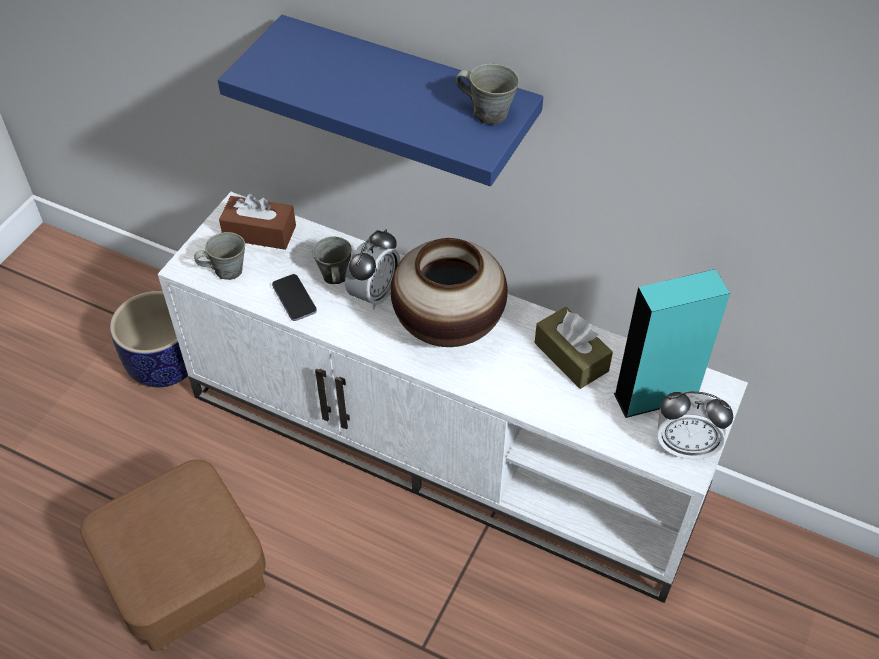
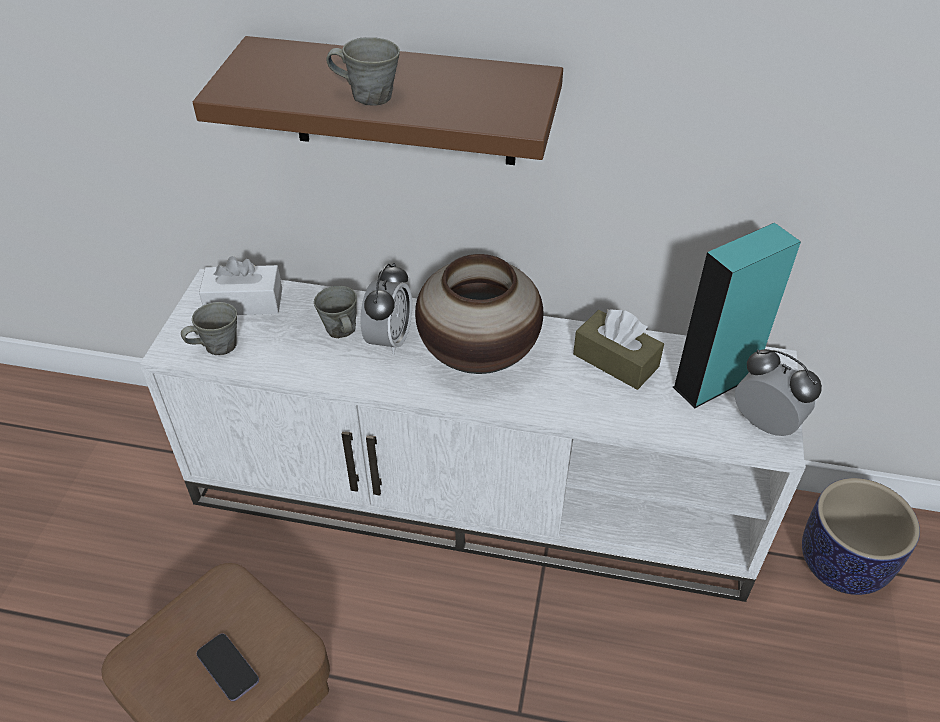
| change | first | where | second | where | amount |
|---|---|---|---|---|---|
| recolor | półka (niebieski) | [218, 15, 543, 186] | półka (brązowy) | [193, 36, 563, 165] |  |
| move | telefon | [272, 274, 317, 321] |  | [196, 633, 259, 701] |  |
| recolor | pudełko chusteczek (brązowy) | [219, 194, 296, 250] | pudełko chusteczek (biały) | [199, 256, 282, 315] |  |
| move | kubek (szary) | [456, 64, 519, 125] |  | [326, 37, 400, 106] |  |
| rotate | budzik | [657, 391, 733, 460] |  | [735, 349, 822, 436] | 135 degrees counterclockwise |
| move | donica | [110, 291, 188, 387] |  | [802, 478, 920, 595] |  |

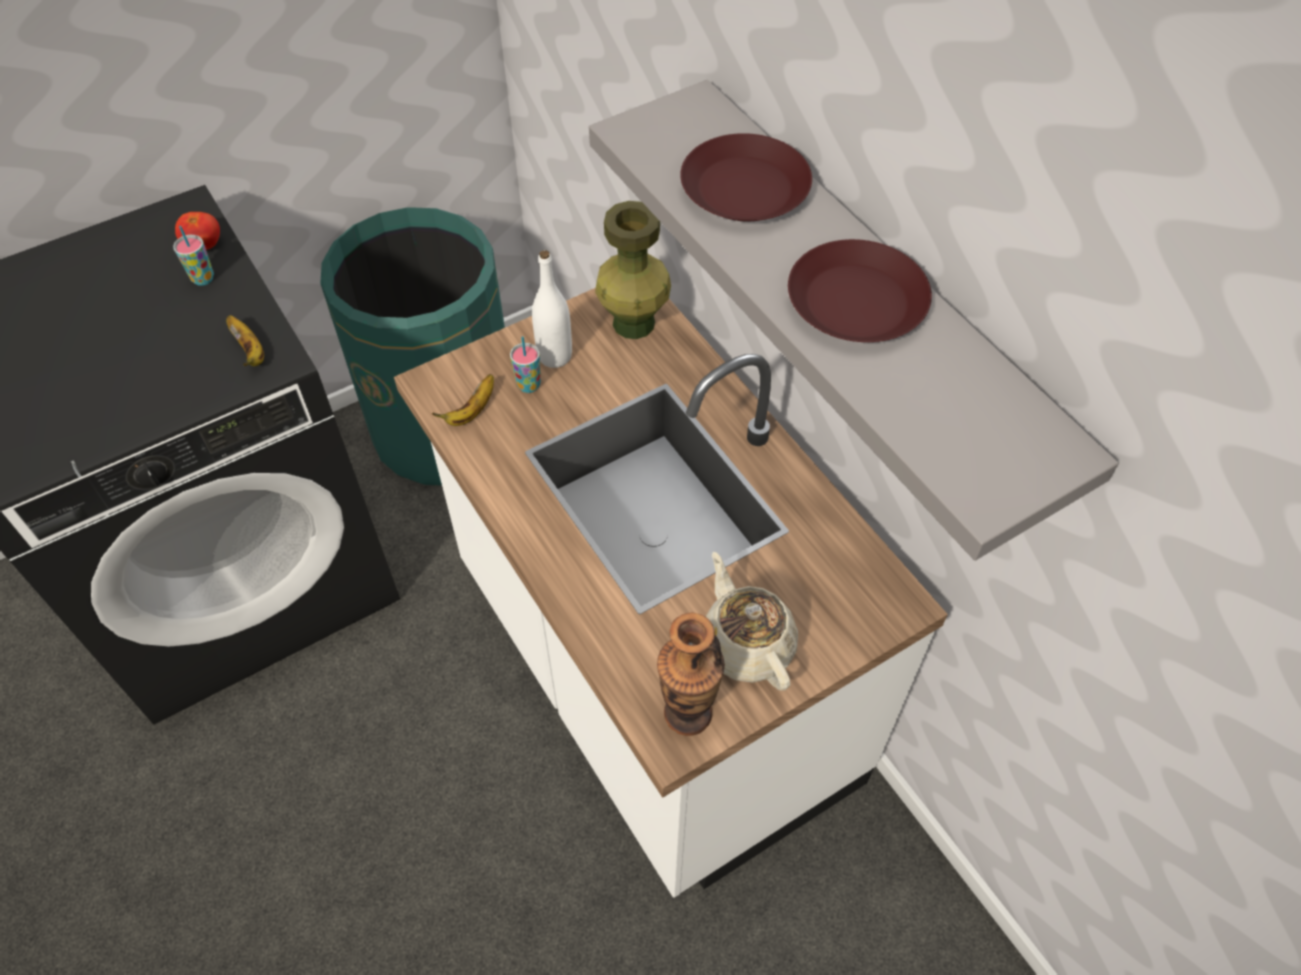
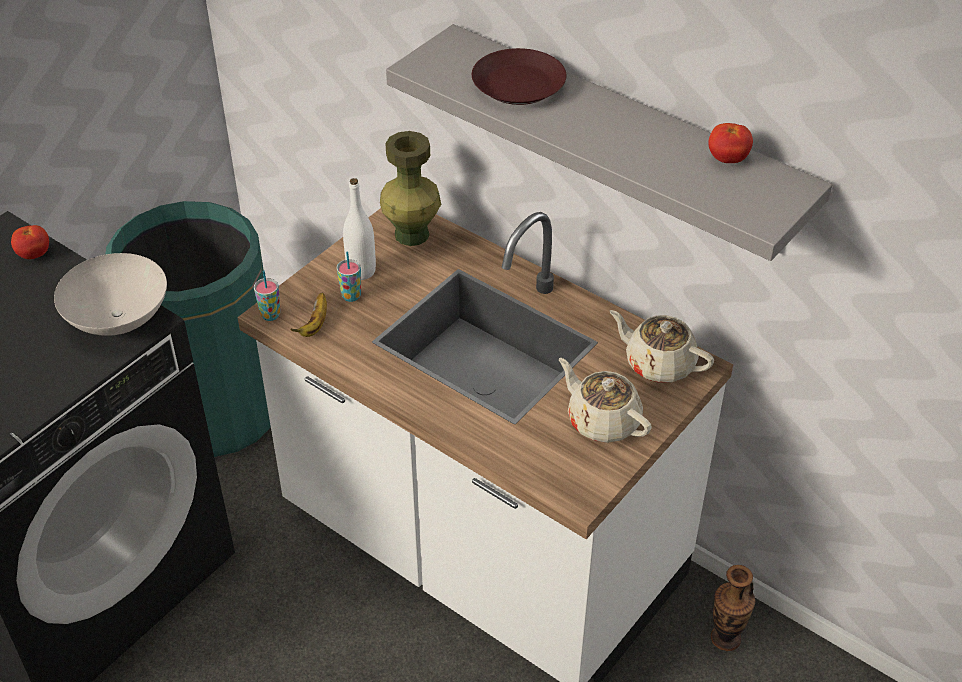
| change | first | where | second | where | amount |
|---|---|---|---|---|---|
| replace | banan | [226, 315, 264, 366] | miska (biały) | [54, 253, 167, 336] |  |
| move | filiżanka | [173, 226, 214, 286] |  | [254, 271, 280, 321] |  |
| insert |  |  | imbryk (beżowy) | [610, 310, 714, 383] |  |
| insert |  |  | pomidor | [709, 123, 753, 163] |  |
| move | wazon | [657, 612, 725, 736] |  | [711, 565, 755, 651] |  |
| delete | talerz (brązowy) | [788, 239, 932, 342] |  |  |  |

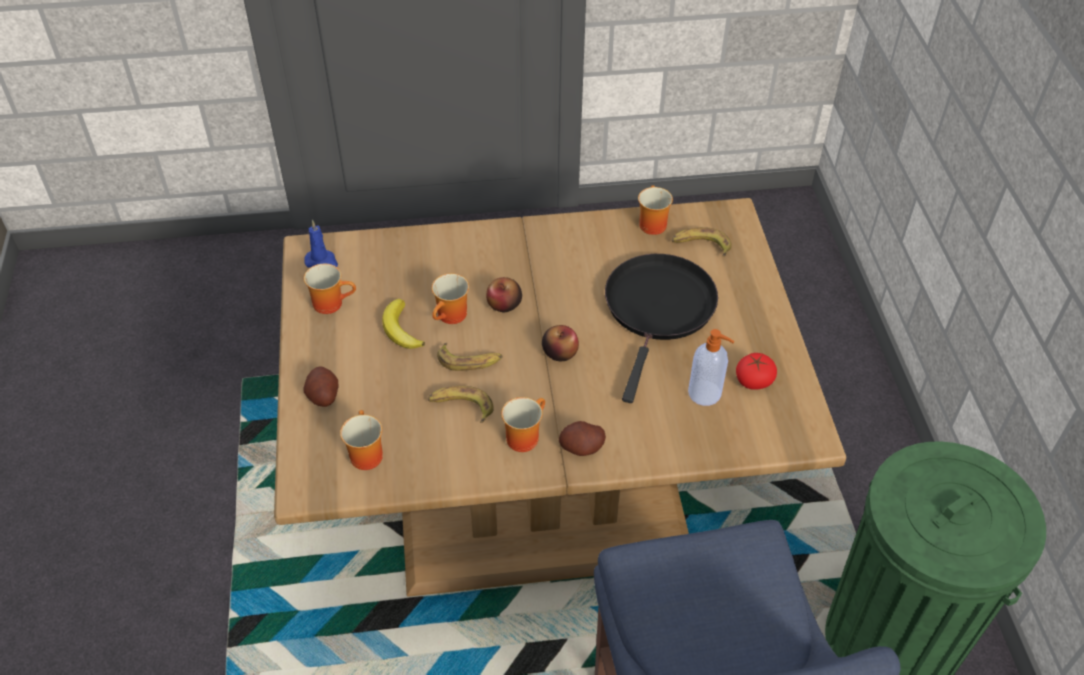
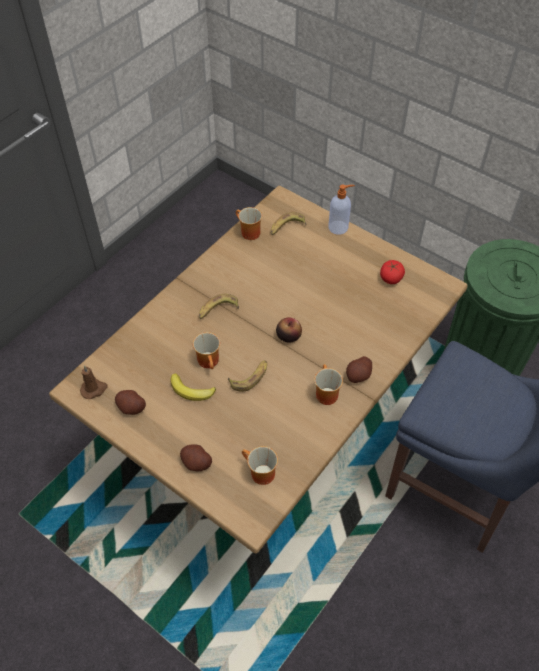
| change | first | where | second | where | amount |
|---|---|---|---|---|---|
| recolor | świeca (niebieski) | [304, 220, 338, 268] | świeca (brązowy) | [80, 365, 108, 399] |  |
| replace | kubek | [304, 264, 356, 314] | ziemniak | [115, 390, 146, 415] |  |
| move | banan | [428, 386, 494, 423] |  | [199, 294, 239, 319] |  |
| move | dozownik mydła | [688, 329, 735, 406] |  | [328, 185, 355, 235] |  |
| delete | jabłko | [486, 277, 522, 312] |  |  |  |
| delete | patelnia (czarny) | [605, 254, 718, 403] |  |  |  |

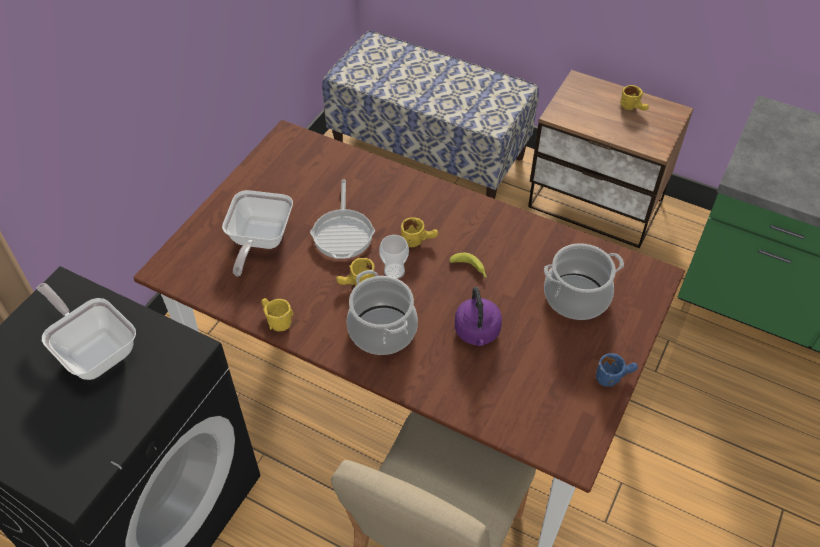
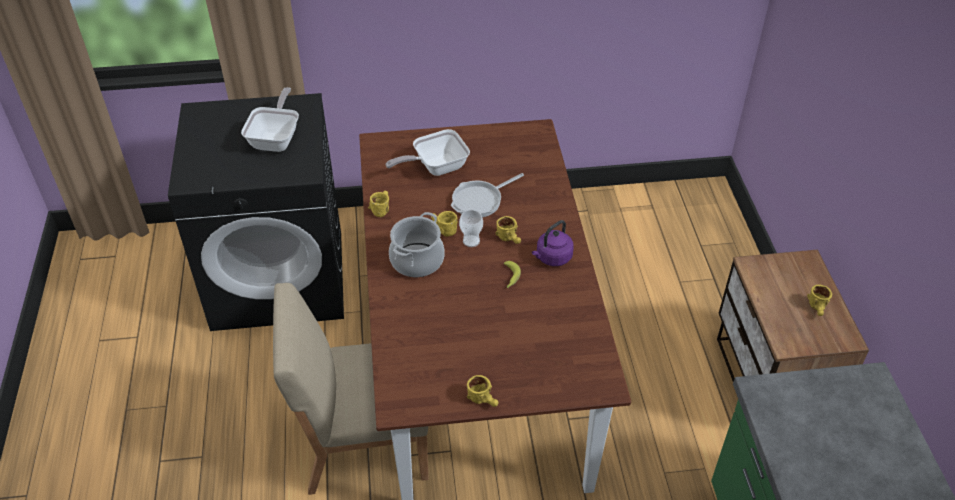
| change | first | where | second | where | amount |
|---|---|---|---|---|---|
| recolor | kubek (niebieski) | [596, 353, 638, 387] | kubek (żółty) | [467, 375, 499, 407] |  |
| move | czajnik (fioletowy) | [455, 287, 502, 346] |  | [532, 220, 574, 266] |  |
| delete | ławka | [322, 31, 539, 199] |  |  |  |
| delete | garnek | [544, 243, 624, 320] |  |  |  |

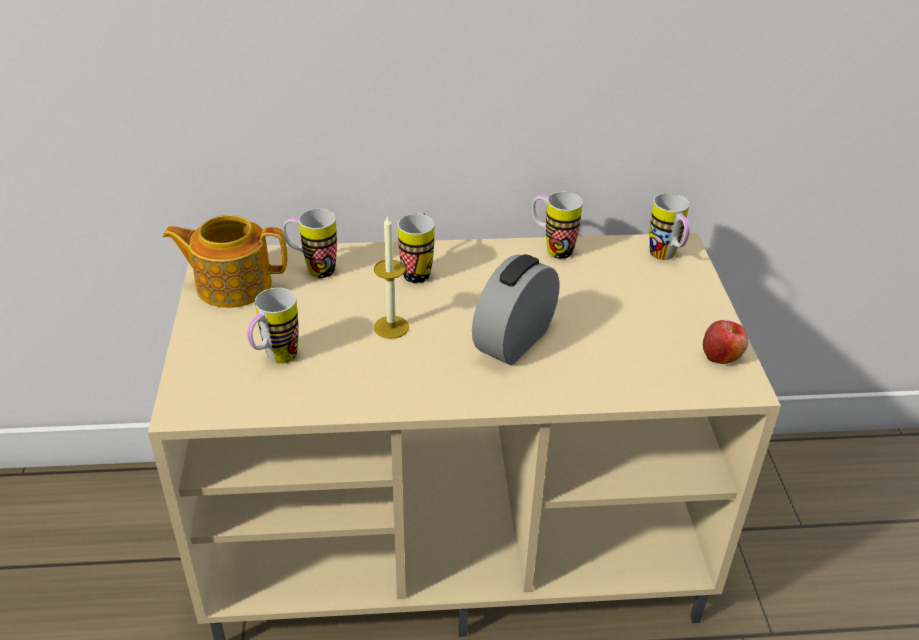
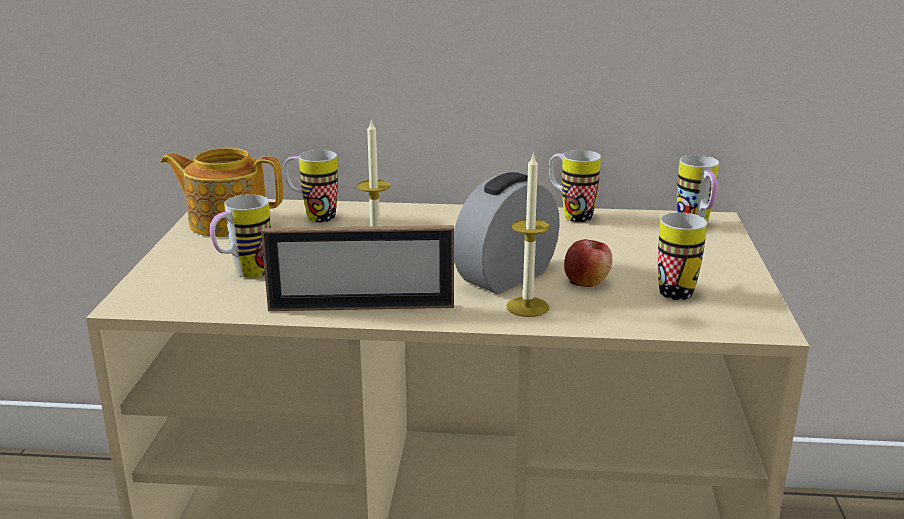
| change | first | where | second | where | amount |
|---|---|---|---|---|---|
| insert |  |  | ramka na zdjęcie | [261, 225, 454, 311] |  |
| insert |  |  | świeca | [506, 152, 550, 317] |  |
| move | jabłko | [703, 320, 749, 364] |  | [564, 239, 612, 287] |  |
| move | kubek | [398, 212, 434, 283] |  | [658, 212, 707, 300] |  |

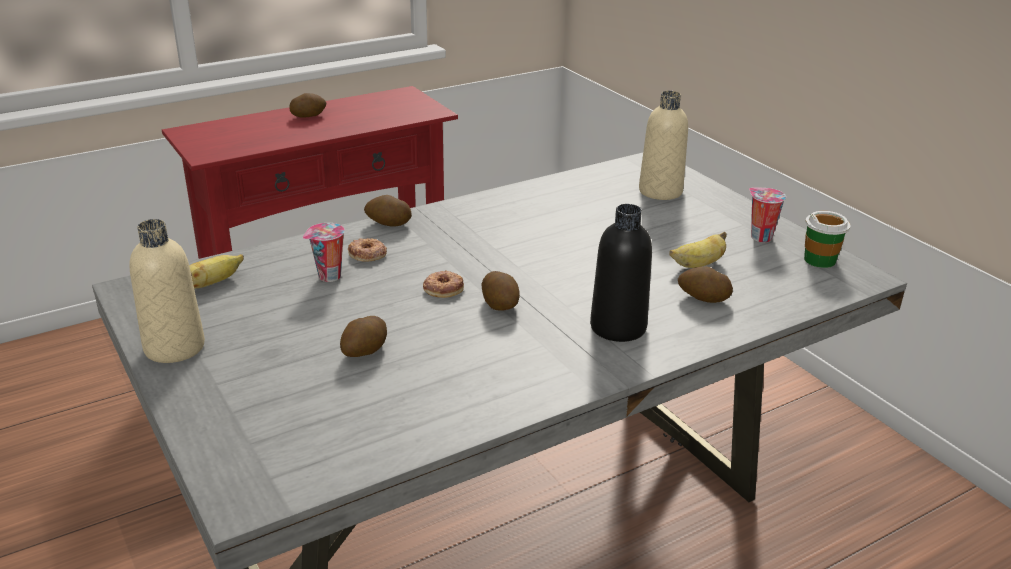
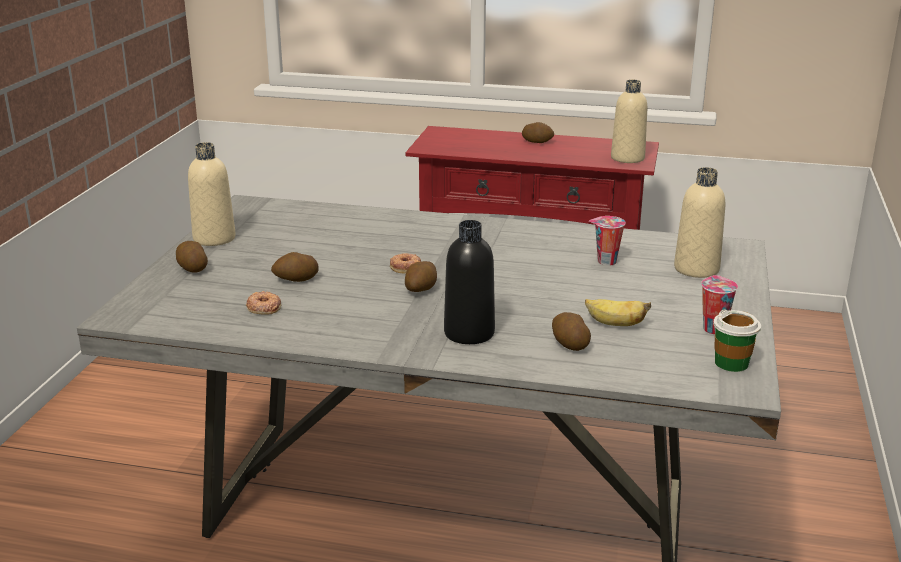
| change | first | where | second | where | amount |
|---|---|---|---|---|---|
| move | ziemniak | [364, 195, 412, 227] |  | [176, 241, 208, 273] |  |
| move | donut | [348, 238, 387, 262] |  | [246, 291, 281, 315] |  |
| move | filiżanka | [303, 223, 345, 282] |  | [589, 216, 626, 266] |  |
| insert |  |  | butelka (beżowy) | [611, 80, 647, 163] |  |
| delete | banan | [189, 254, 244, 289] |  |  |  |

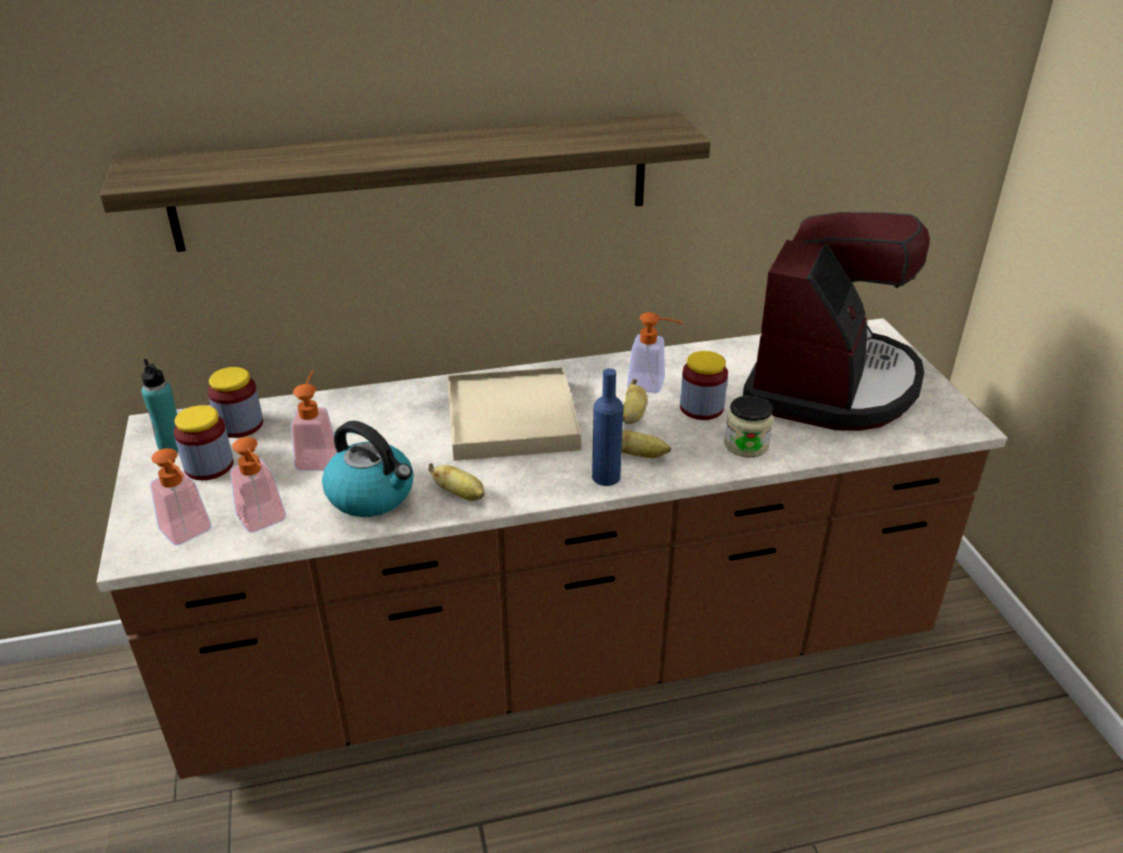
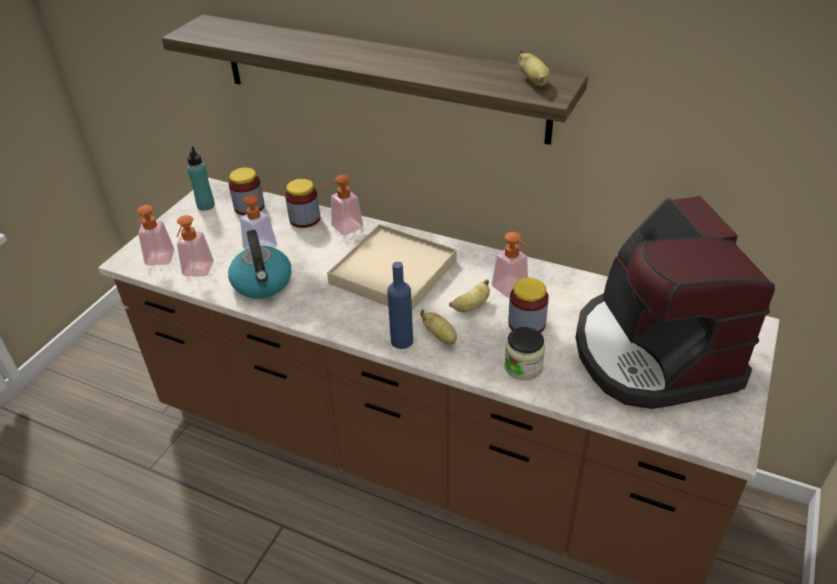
| change | first | where | second | where | amount |
|---|---|---|---|---|---|
| move | słoik | [173, 405, 234, 480] |  | [285, 179, 320, 228] |  |
| insert |  |  | dozownik mydła | [321, 175, 364, 236] |  |
| move | banan | [428, 463, 485, 501] |  | [518, 50, 550, 86] |  |
| rotate | ekspres do kawy | [743, 212, 930, 431] |  | [576, 196, 775, 409] | 105 degrees clockwise |

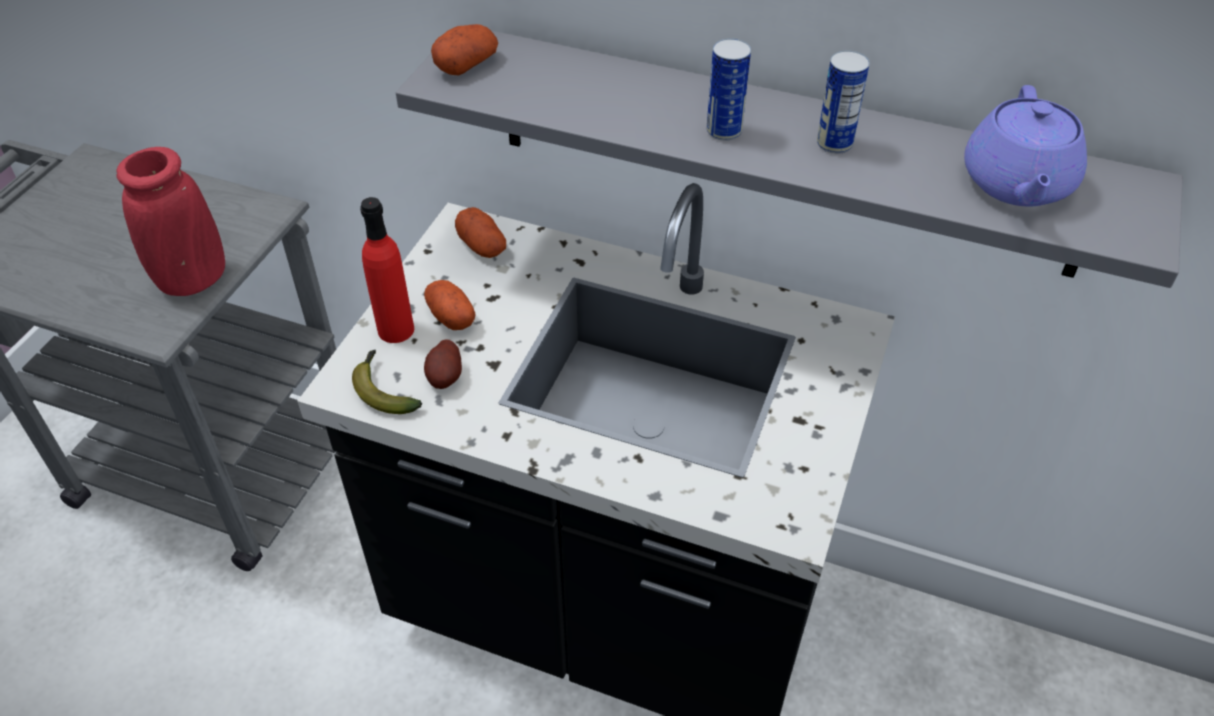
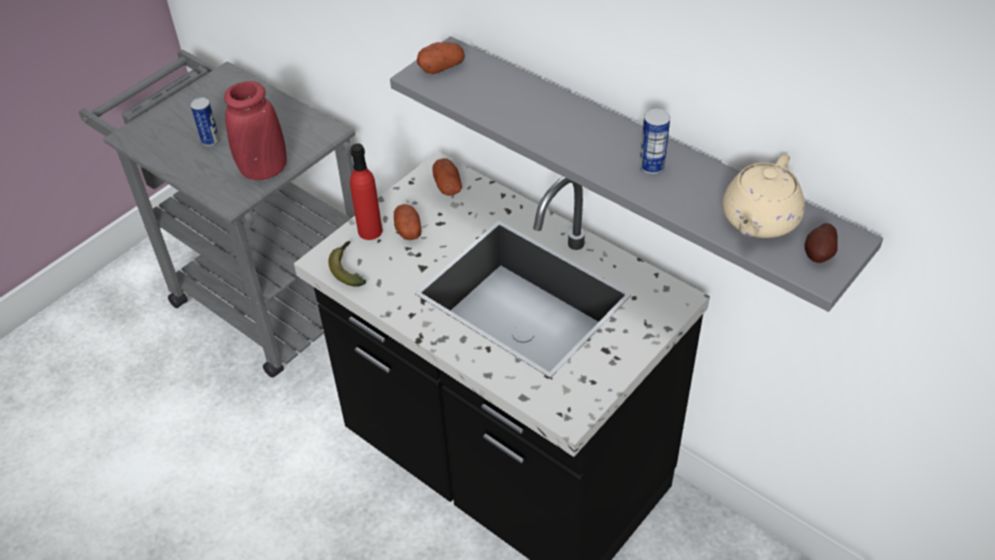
| change | first | where | second | where | amount |
|---|---|---|---|---|---|
| move | puszka | [707, 38, 751, 141] |  | [190, 98, 220, 147] |  |
| recolor | imbryk (fioletowy) | [964, 85, 1087, 207] | imbryk (beżowy) | [722, 154, 805, 238] |  |
| move | ziemniak | [424, 339, 462, 389] |  | [805, 223, 838, 263] |  |

